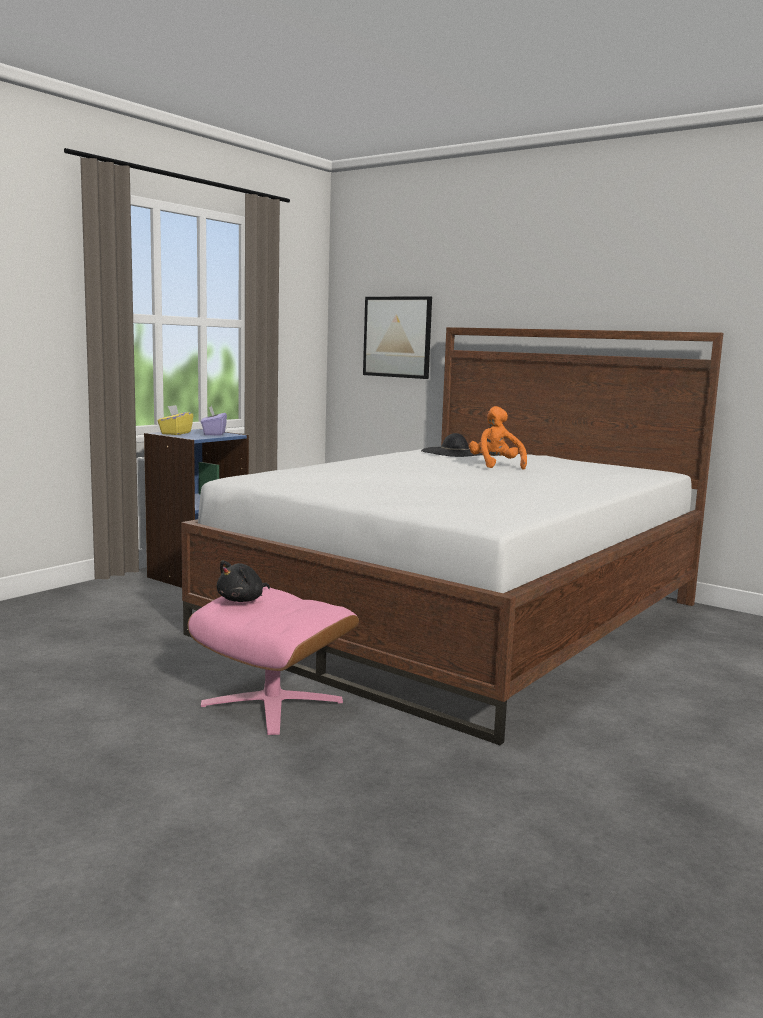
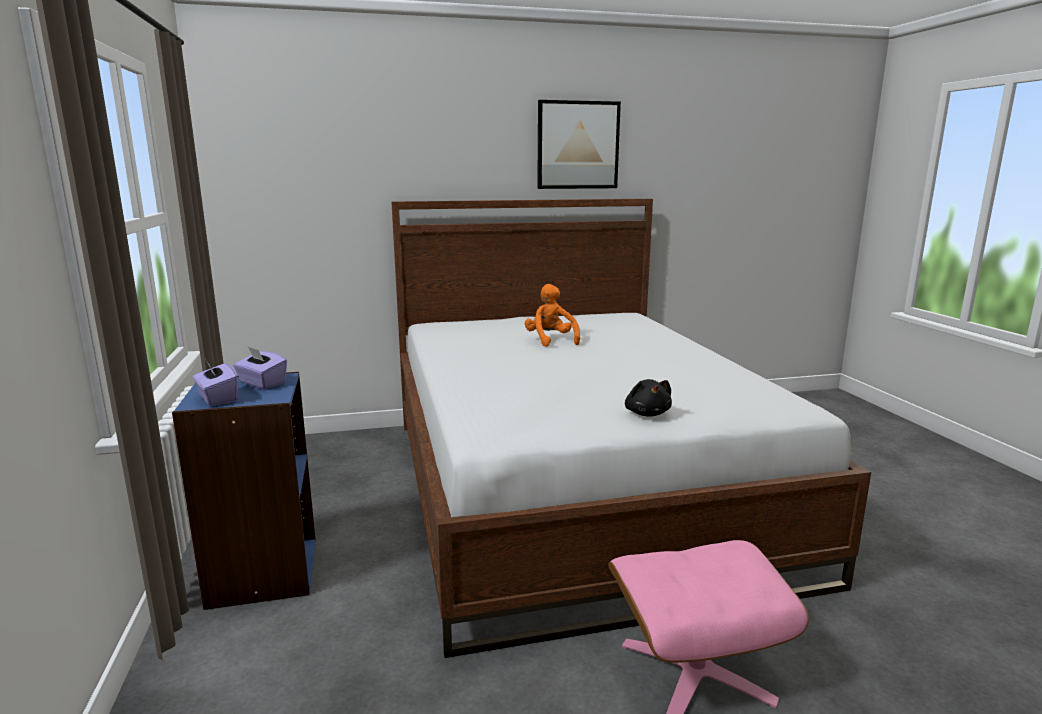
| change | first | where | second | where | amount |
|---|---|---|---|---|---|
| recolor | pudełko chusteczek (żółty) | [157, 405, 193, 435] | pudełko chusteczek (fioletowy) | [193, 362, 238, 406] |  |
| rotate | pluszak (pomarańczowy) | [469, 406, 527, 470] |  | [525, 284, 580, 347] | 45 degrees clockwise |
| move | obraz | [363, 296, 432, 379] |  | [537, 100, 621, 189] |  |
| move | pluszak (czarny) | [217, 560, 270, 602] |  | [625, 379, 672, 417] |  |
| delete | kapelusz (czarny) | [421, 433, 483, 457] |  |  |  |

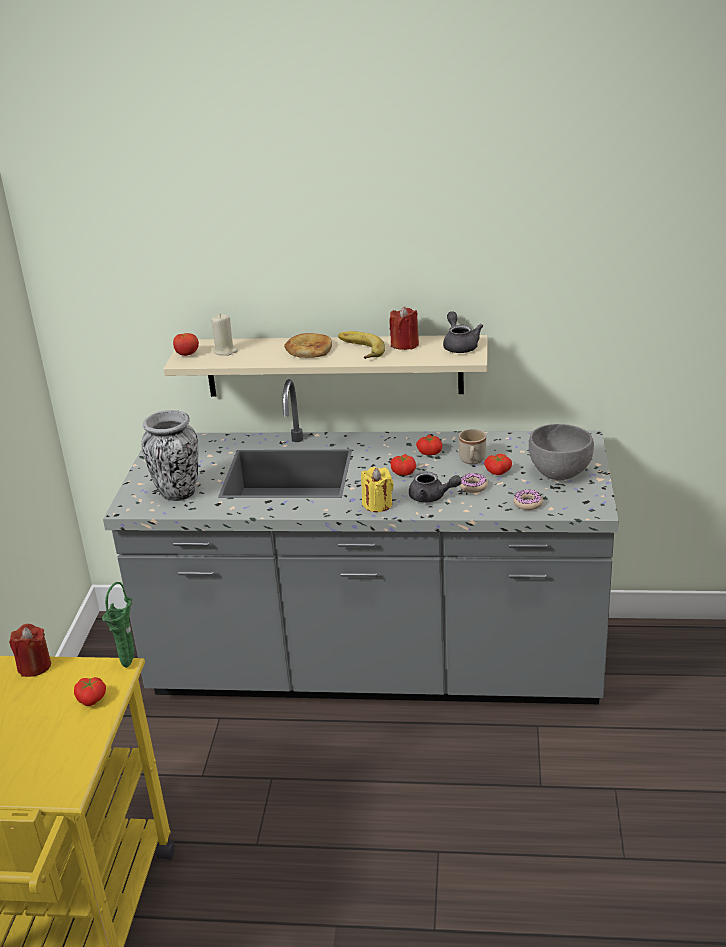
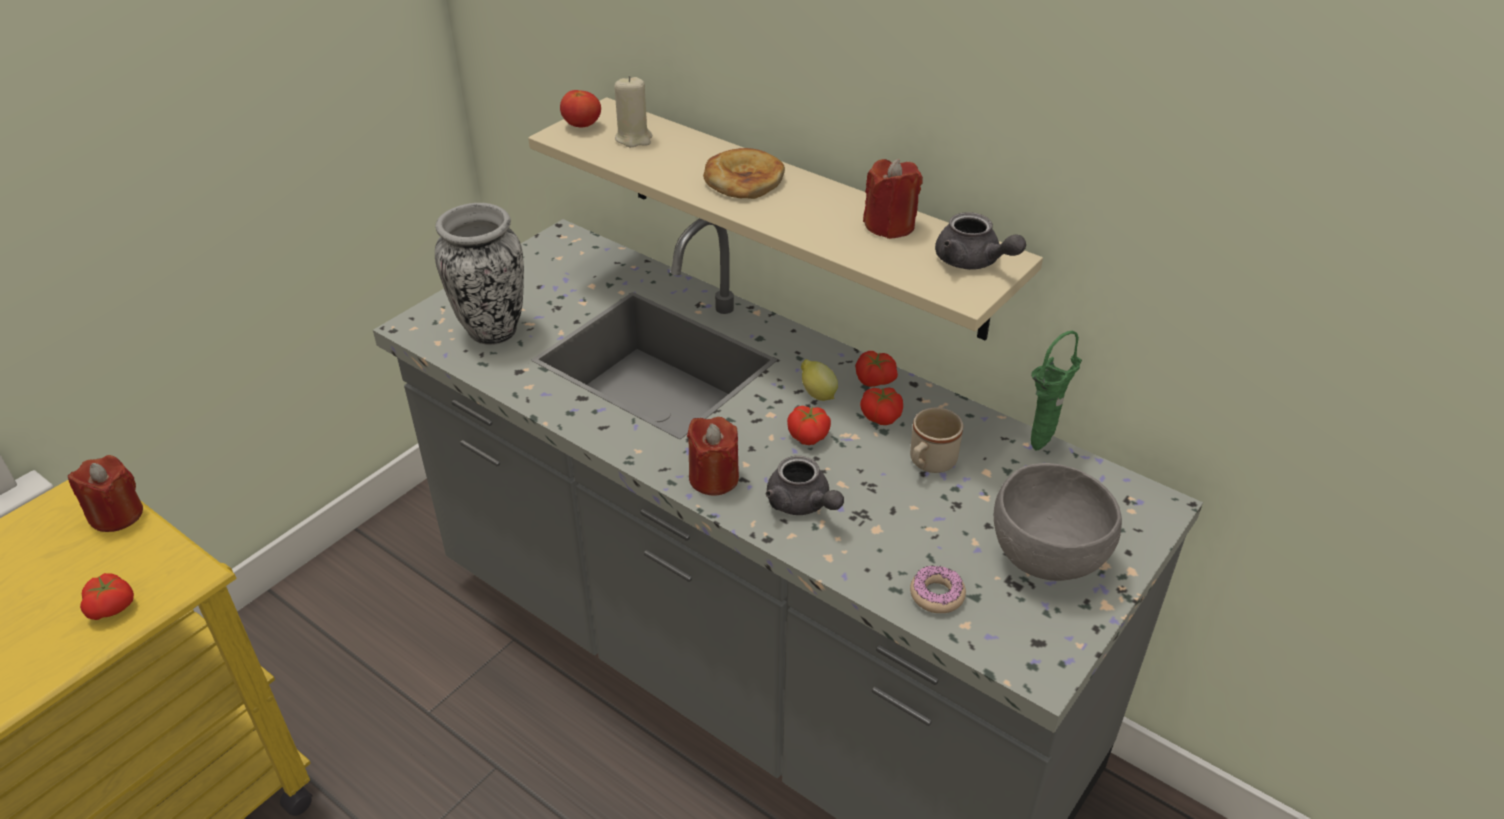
| change | first | where | second | where | amount |
|---|---|---|---|---|---|
| recolor | świeca (żółty) | [361, 467, 394, 512] | świeca (czerwony) | [687, 417, 739, 495] |  |
| insert |  |  | cytryna | [801, 359, 838, 401] |  |
| move | pomidor | [484, 454, 512, 475] |  | [855, 351, 898, 387] |  |
| rotate | imbryk (szary) | [443, 311, 483, 353] |  | [935, 212, 1026, 270] | 120 degrees clockwise |
| move | wazon (zielony) | [102, 582, 134, 668] |  | [1031, 331, 1082, 450] |  |
| delete | banan | [338, 331, 385, 359] |  |  |  |
| delete | donut | [460, 473, 488, 493] |  |  |  |

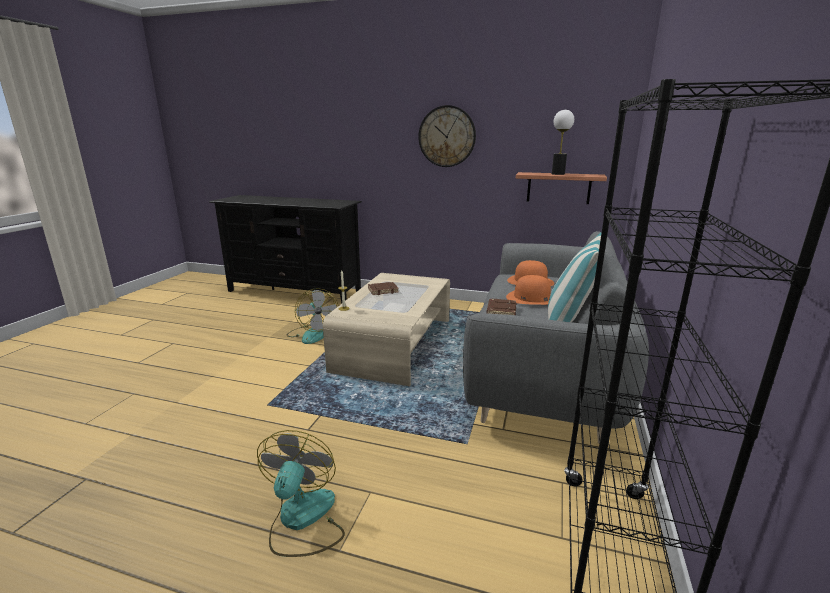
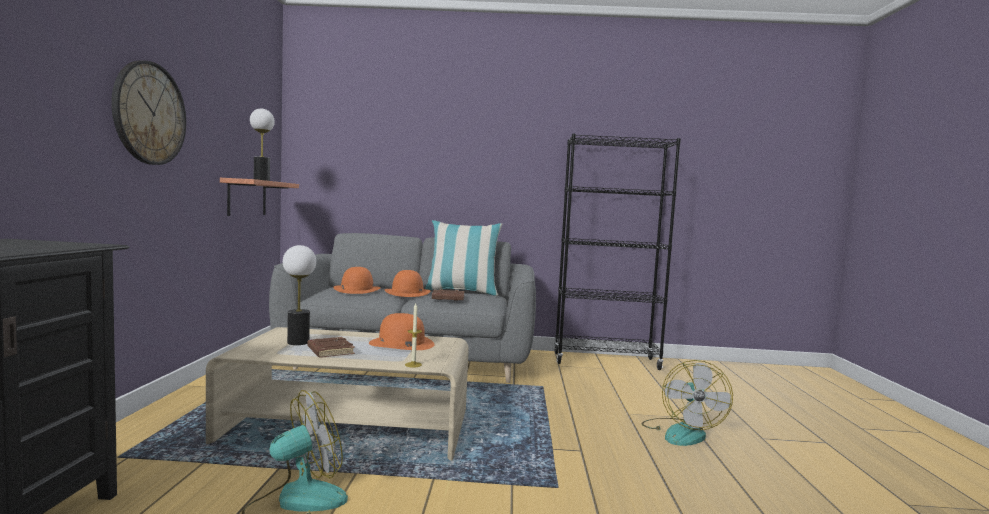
| change | first | where | second | where | amount |
|---|---|---|---|---|---|
| insert |  |  | lampa stołowa | [283, 245, 316, 345] |  |
| insert |  |  | kapelusz (pomarańczowy) | [369, 313, 435, 350] |  |
| rotate | wentylator | [257, 430, 345, 557] |  | [642, 360, 733, 446] | 75 degrees counterclockwise |

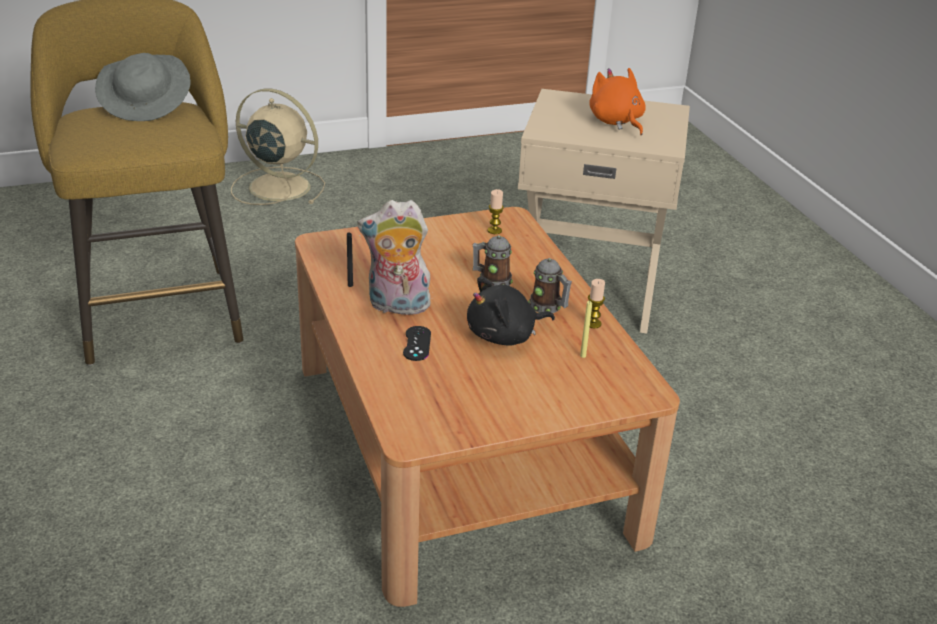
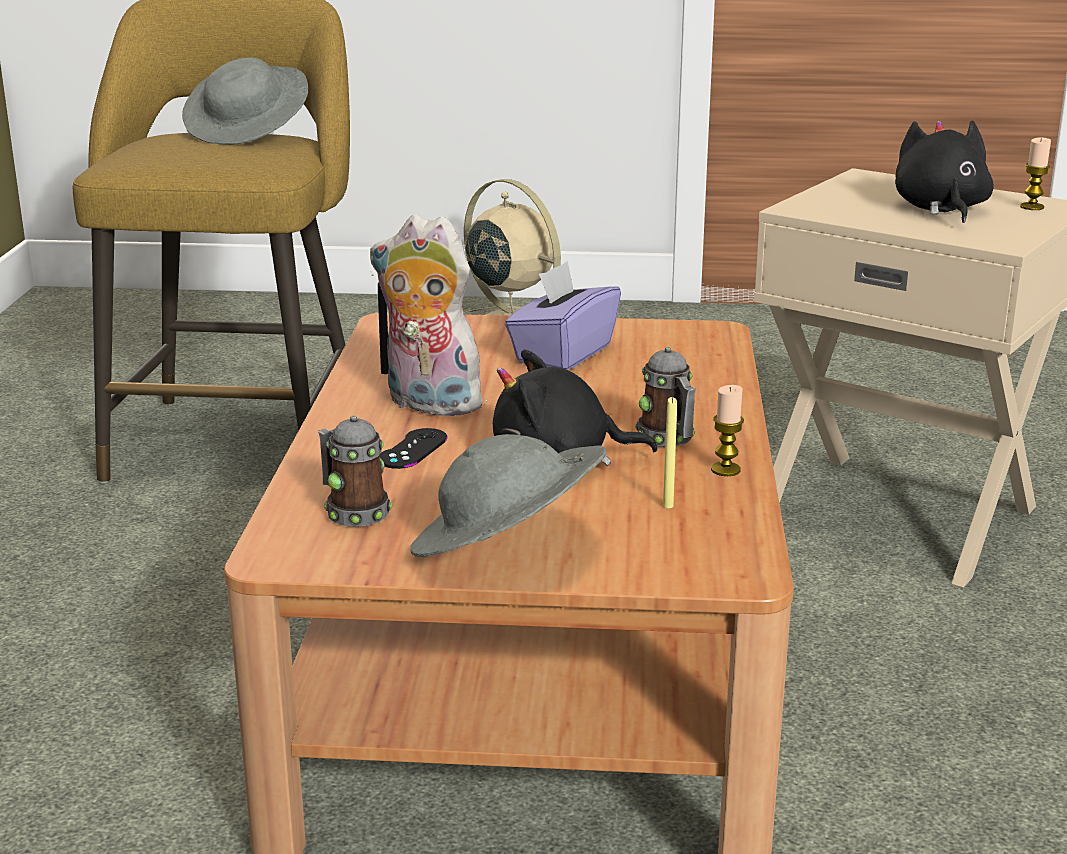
| change | first | where | second | where | amount |
|---|---|---|---|---|---|
| move | kubek | [473, 235, 513, 286] |  | [318, 415, 393, 527] |  |
| insert |  |  | kapelusz (szary) | [410, 434, 606, 557] |  |
| insert |  |  | pudełko chusteczek (fioletowy) | [505, 261, 621, 370] |  |
| recolor | pluszak (pomarańczowy) | [589, 68, 646, 135] | pluszak (czarny) | [895, 120, 994, 223] |  |
| move | świeca | [487, 189, 504, 234] |  | [1020, 137, 1051, 210] |  |

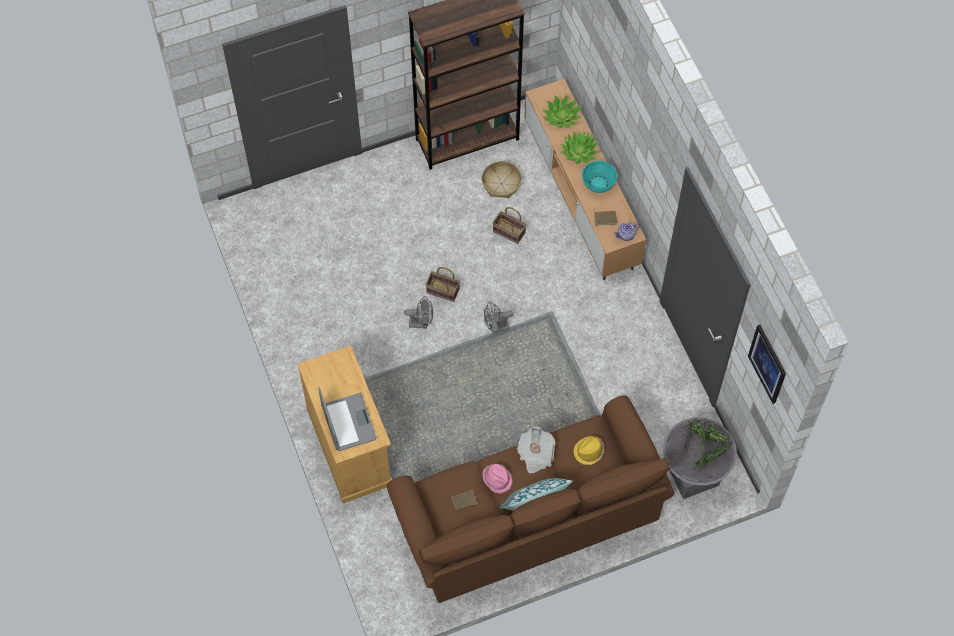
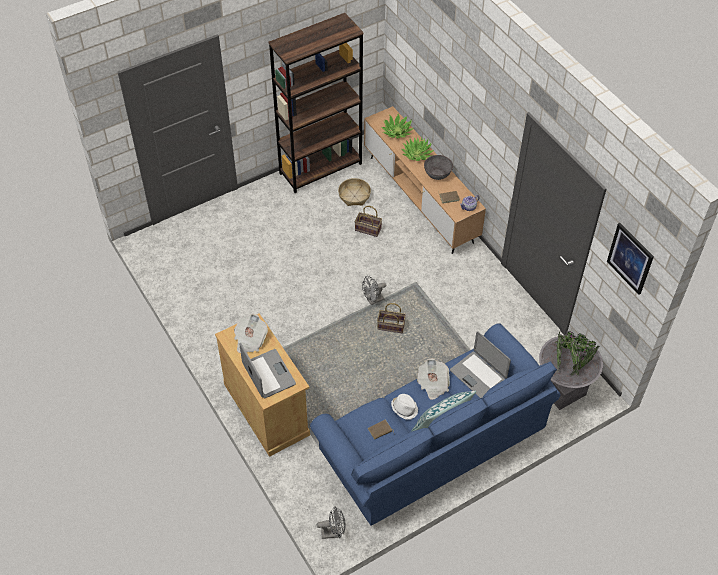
| change | first | where | second | where | amount |
|---|---|---|---|---|---|
| insert |  |  | gazeta | [234, 314, 268, 353] |  |
| recolor | kanapa (brązowy) | [386, 395, 674, 603] | kanapa (niebieski) | [310, 323, 561, 526] |  |
| move | wentylator (szary) | [404, 296, 433, 329] |  | [317, 506, 346, 539] |  |
| move | koszyk | [425, 267, 460, 302] |  | [377, 303, 406, 333] |  |
| recolor | kapelusz (różowy) | [482, 464, 513, 494] | kapelusz (biały) | [391, 394, 418, 420] |  |
| recolor | miska (turkusowy) | [582, 161, 617, 193] | miska (szary) | [424, 155, 453, 180] |  |
| replace | kapelusz (żółty) | [573, 436, 604, 465] | laptop | [450, 331, 511, 398] |  |

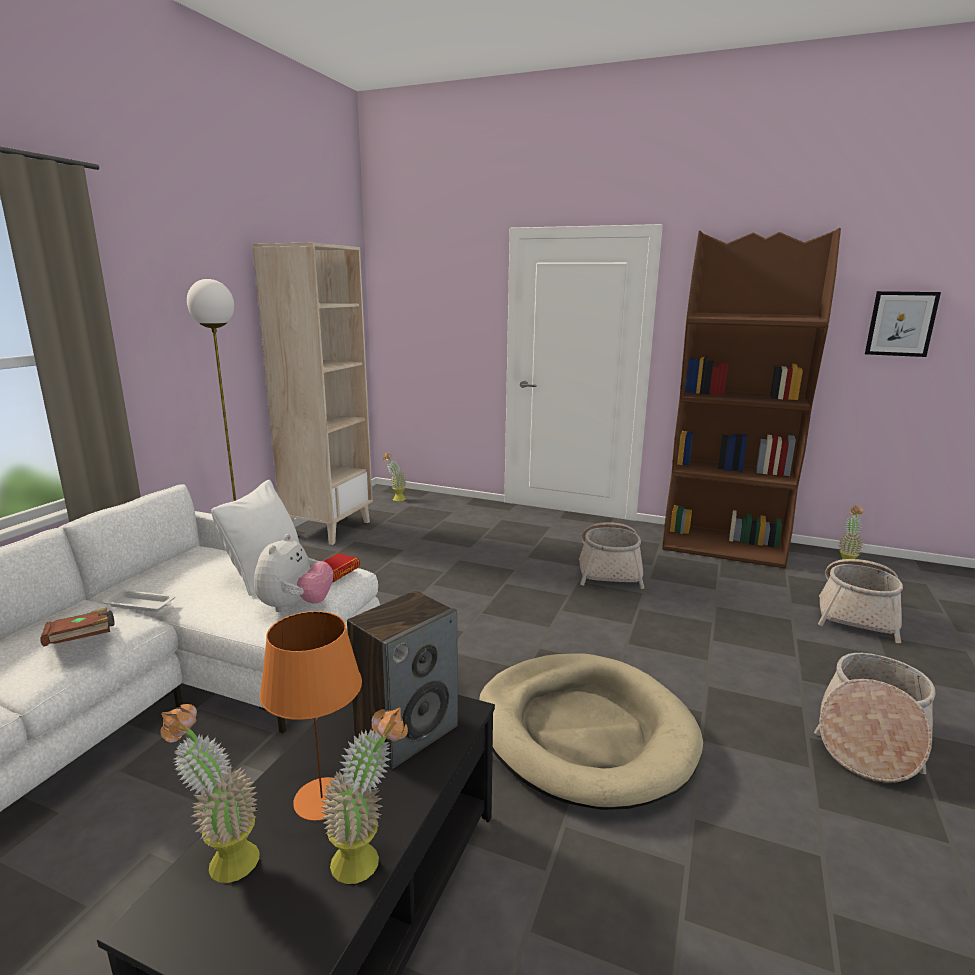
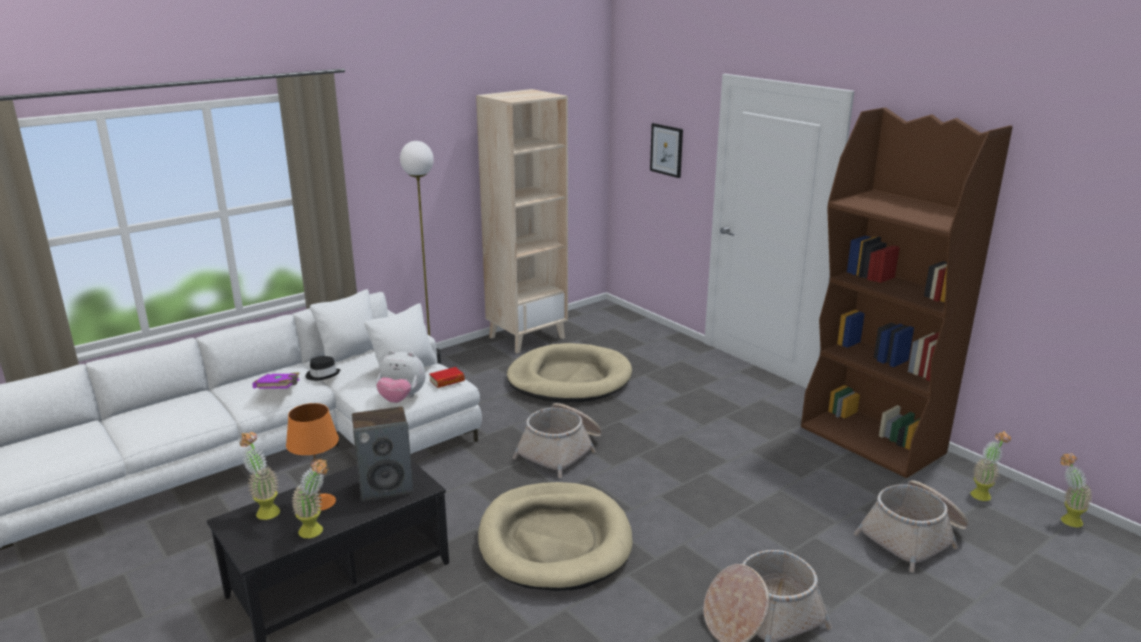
| change | first | where | second | where | amount |
|---|---|---|---|---|---|
| recolor | książka (brązowy) | [40, 608, 115, 646] | książka (fioletowy) | [252, 372, 300, 389] |  |
| replace | taca (biały) | [102, 589, 175, 612] | kapelusz (czarny) | [306, 356, 340, 381] |  |
| insert |  |  | poduszka (biały) | [310, 289, 374, 362] |  |
| rotate | pluszak | [254, 534, 333, 612] |  | [376, 350, 426, 403] | 60 degrees clockwise |
| insert |  |  | legowisko (beżowy) | [507, 343, 632, 402] |  |
| move | koszyk | [579, 522, 644, 589] |  | [513, 403, 602, 478] |  |
| move | obraz | [865, 291, 941, 357] |  | [650, 123, 683, 178] |  |
| move | roślina doniczkowa | [383, 452, 406, 501] |  | [1061, 453, 1092, 528] |  |

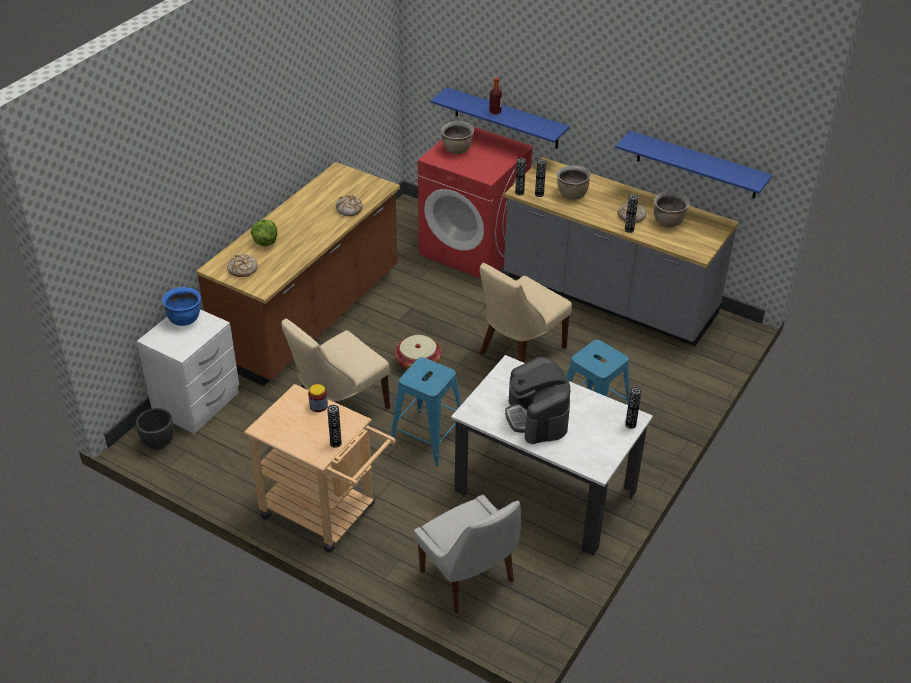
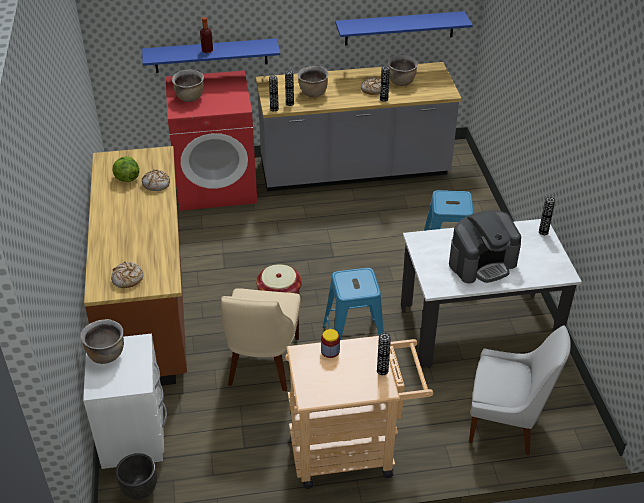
| change | first | where | second | where | amount |
|---|---|---|---|---|---|
| recolor | garnek (niebieski) | [162, 287, 201, 326] | garnek (brązowy) | [80, 319, 124, 364] |  |
| move | sałata | [251, 220, 277, 246] |  | [113, 156, 139, 182] |  |
| rotate | ekspres do kawy | [505, 357, 570, 444] |  | [449, 211, 521, 283] | 60 degrees counterclockwise |
| delete | krzesło (beżowy) | [480, 263, 572, 363] |  |  |  |

